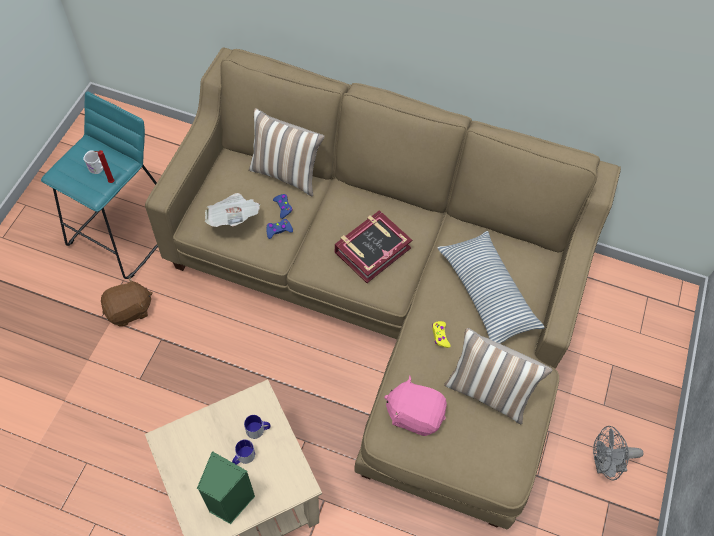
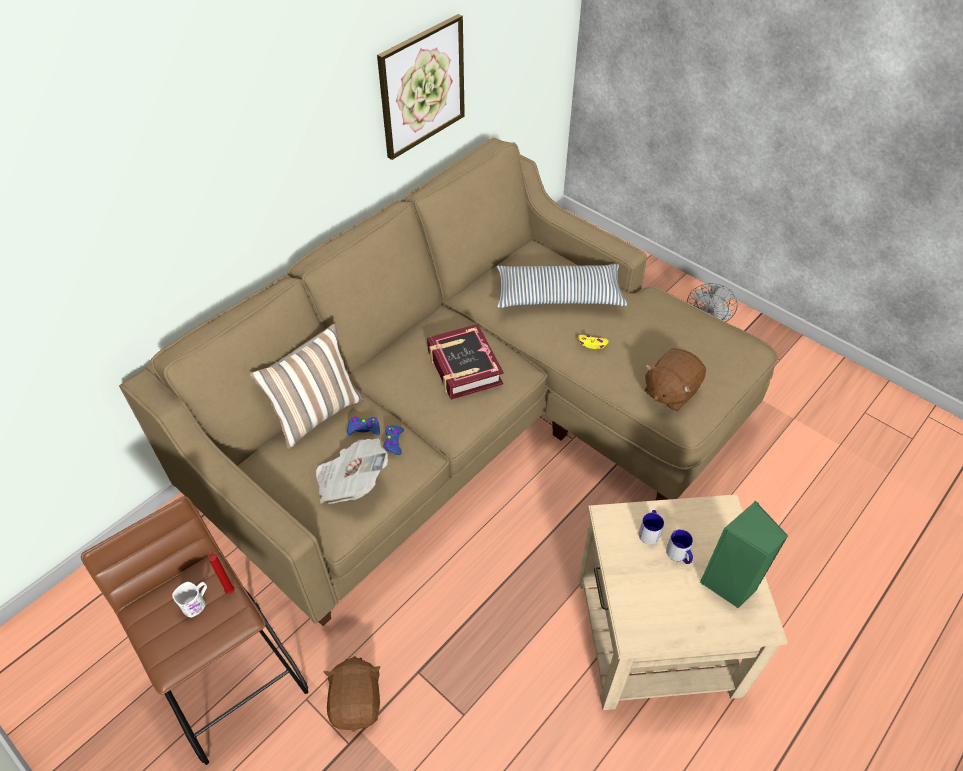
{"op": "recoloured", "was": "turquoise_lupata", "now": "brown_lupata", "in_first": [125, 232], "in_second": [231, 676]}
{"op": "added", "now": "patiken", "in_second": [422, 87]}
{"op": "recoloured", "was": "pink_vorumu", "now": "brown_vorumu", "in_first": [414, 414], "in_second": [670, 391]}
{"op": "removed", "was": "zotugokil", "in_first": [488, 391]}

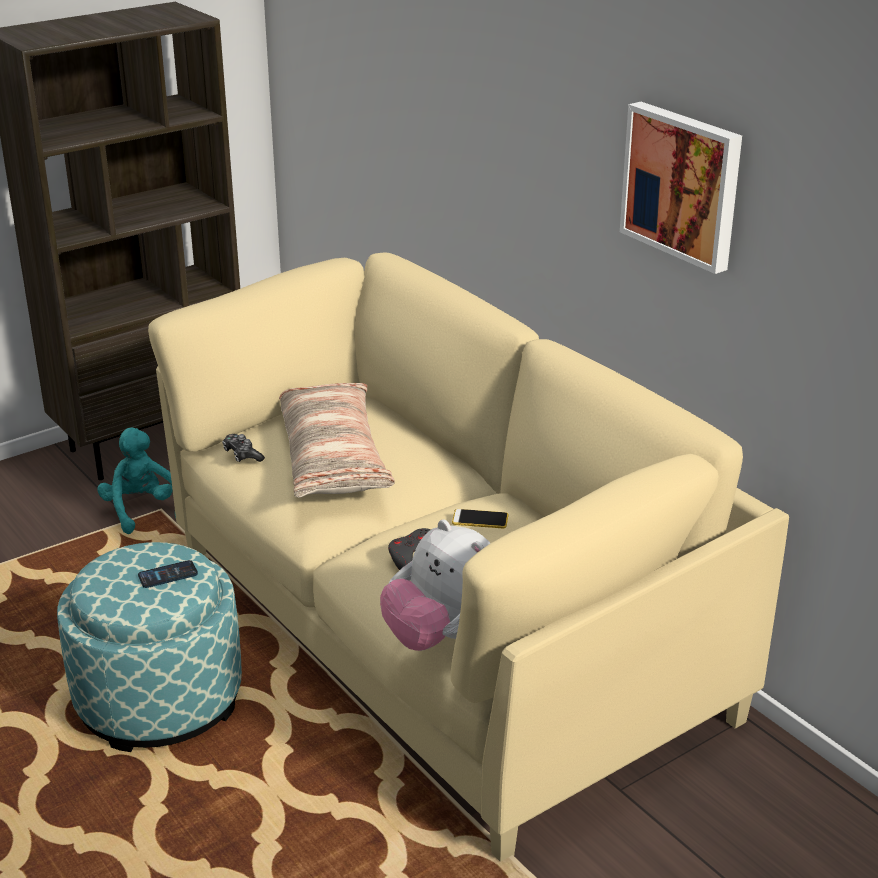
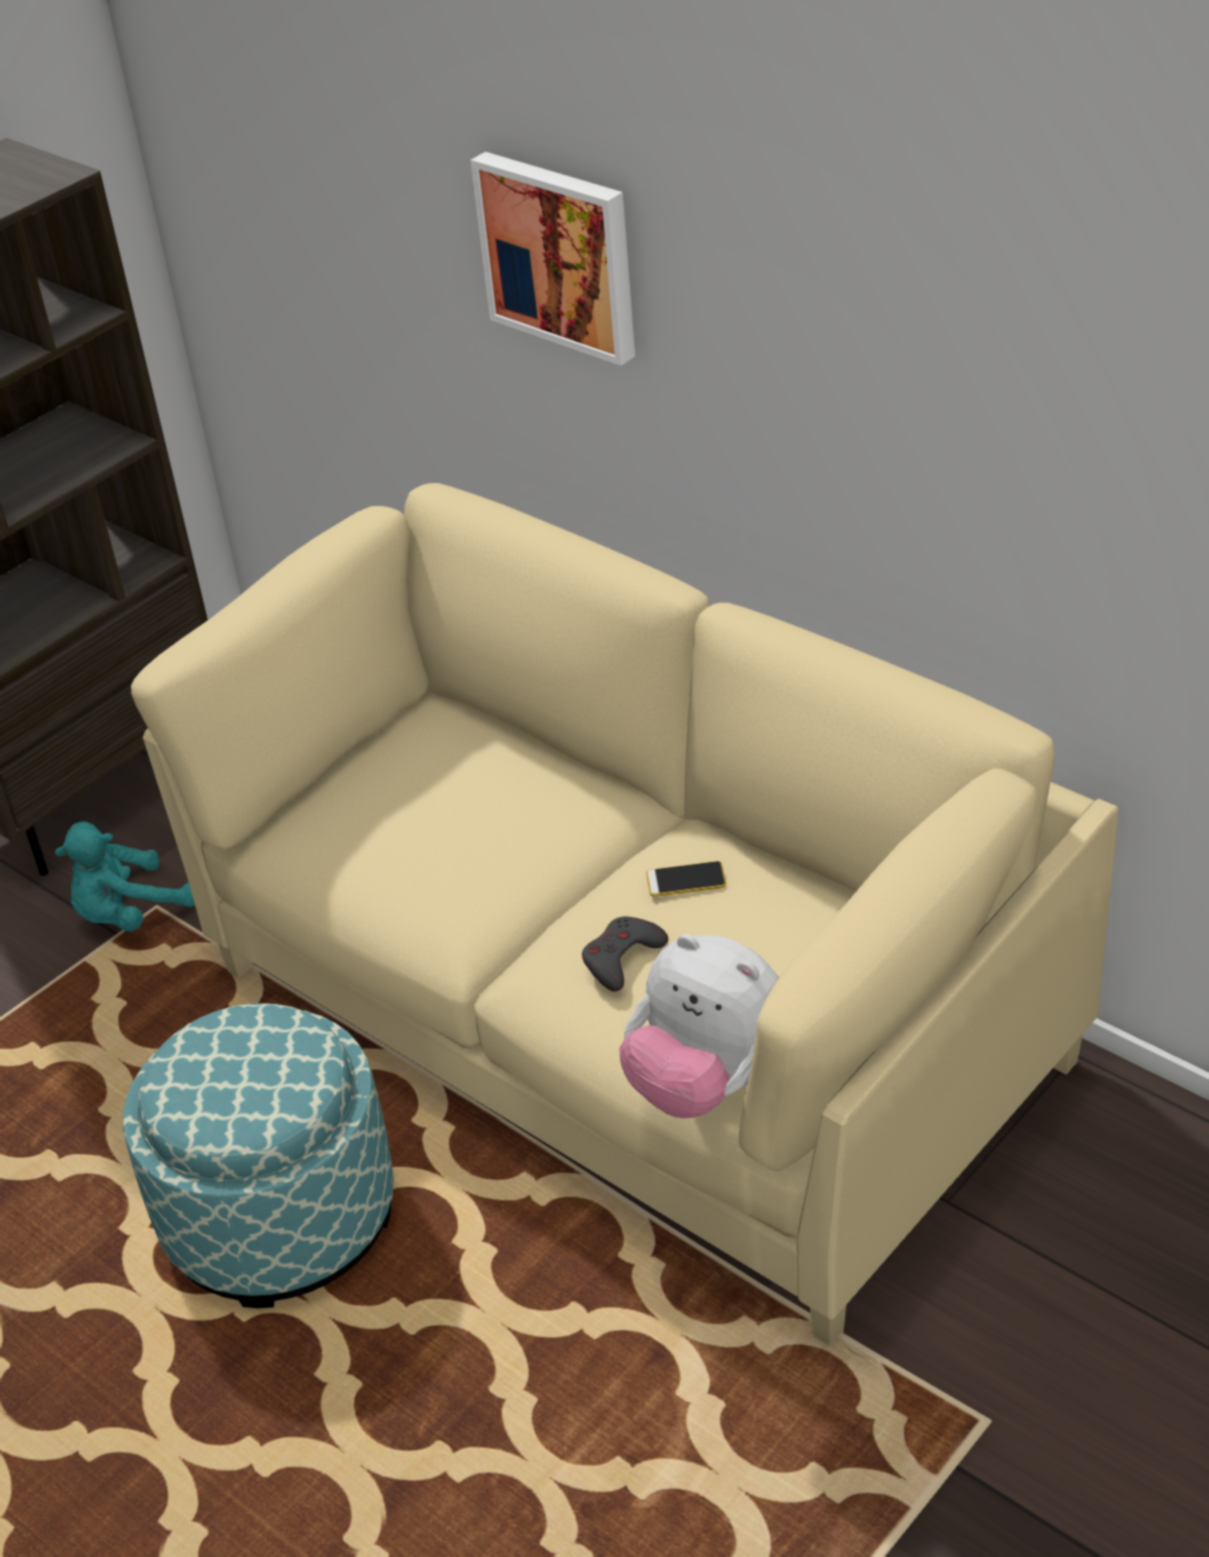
{"op": "turned", "was": "turquoise_vorumu", "in_first": [142, 511], "in_second": [129, 914], "clockwise": -90}
{"op": "moved", "was": "patiken", "in_first": [683, 184], "in_second": [560, 254]}
{"op": "removed", "was": "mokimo", "in_first": [168, 575]}
{"op": "removed", "was": "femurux", "in_first": [242, 455]}
{"op": "removed", "was": "zotugokil", "in_first": [333, 457]}

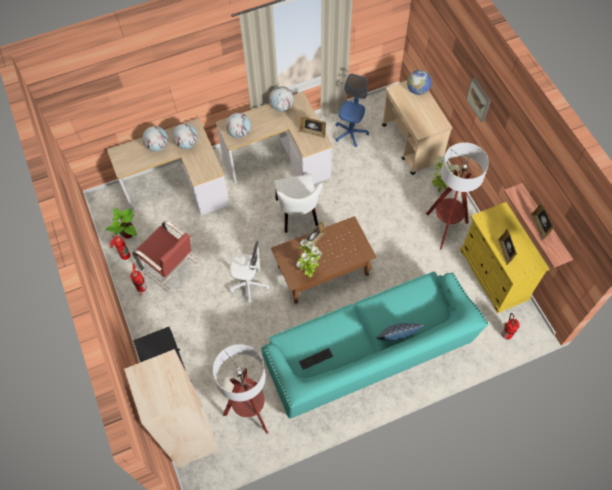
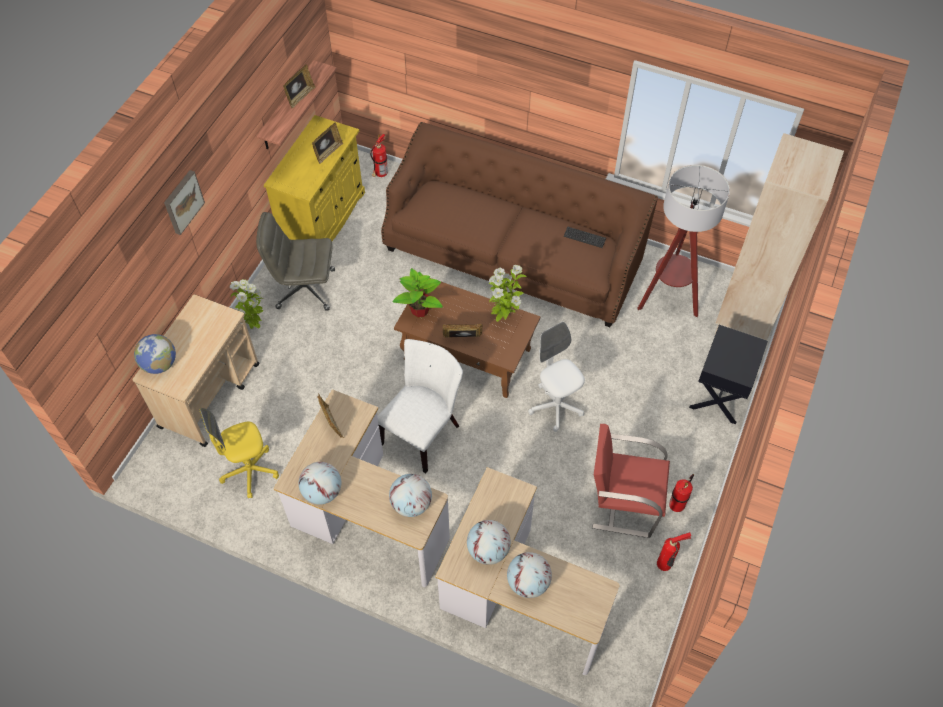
{"op": "recoloured", "was": "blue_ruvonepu", "now": "yellow_ruvonepu", "in_first": [350, 133], "in_second": [250, 471]}
{"op": "replaced", "was": "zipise", "now": "grey_ruvonepu", "in_first": [445, 228], "in_second": [304, 289]}
{"op": "recoloured", "was": "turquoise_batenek", "now": "brown_batenek", "in_first": [367, 353], "in_second": [513, 255]}
{"op": "moved", "was": "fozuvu", "in_first": [127, 234], "in_second": [420, 310]}
{"op": "turned", "was": "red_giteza", "in_first": [170, 267], "in_second": [622, 501], "clockwise": -75}
{"op": "removed", "was": "zotugokil", "in_first": [397, 338]}

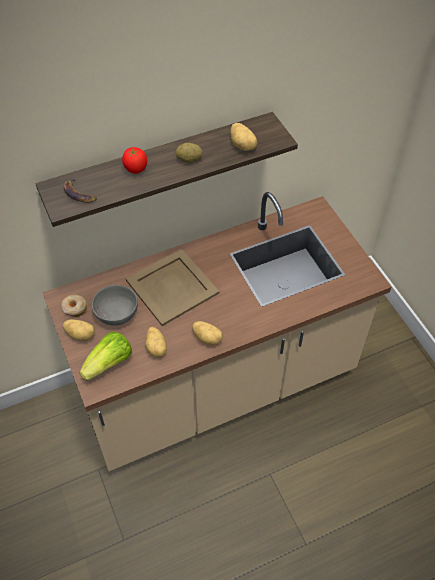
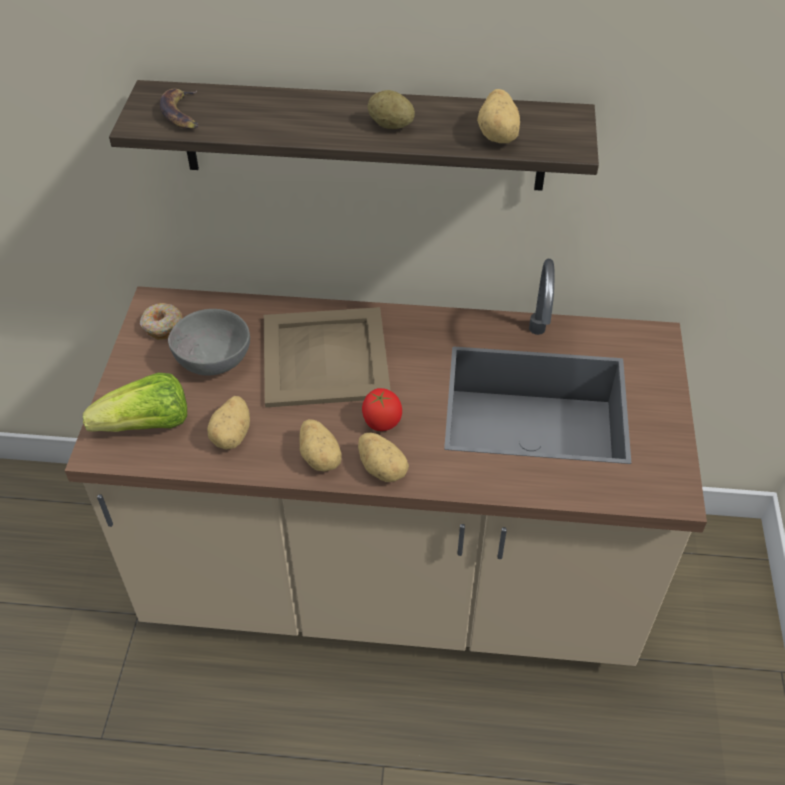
{"op": "moved", "was": "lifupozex", "in_first": [81, 334], "in_second": [383, 468]}
{"op": "moved", "was": "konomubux", "in_first": [135, 169], "in_second": [381, 422]}

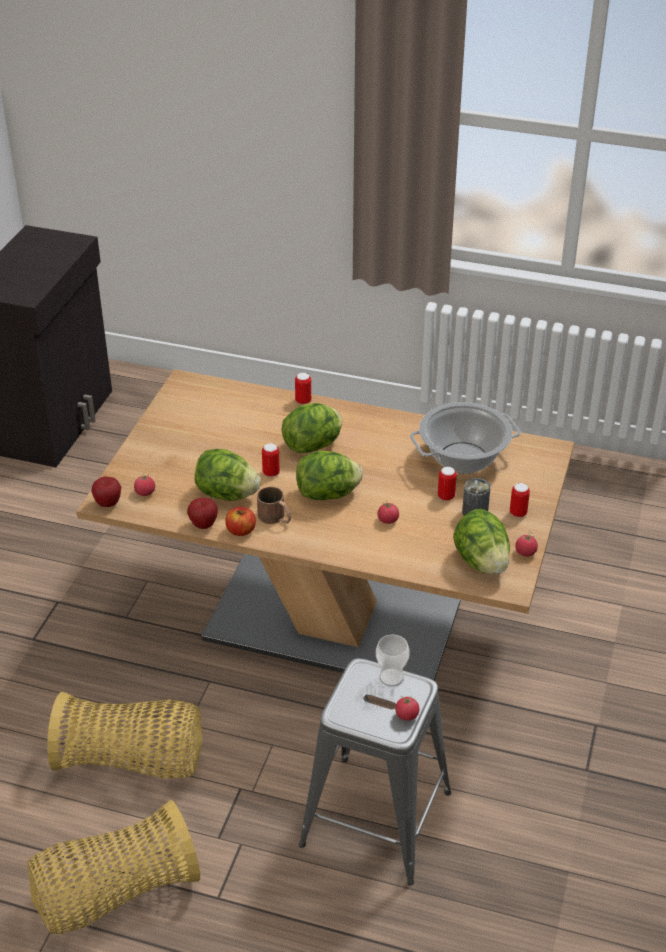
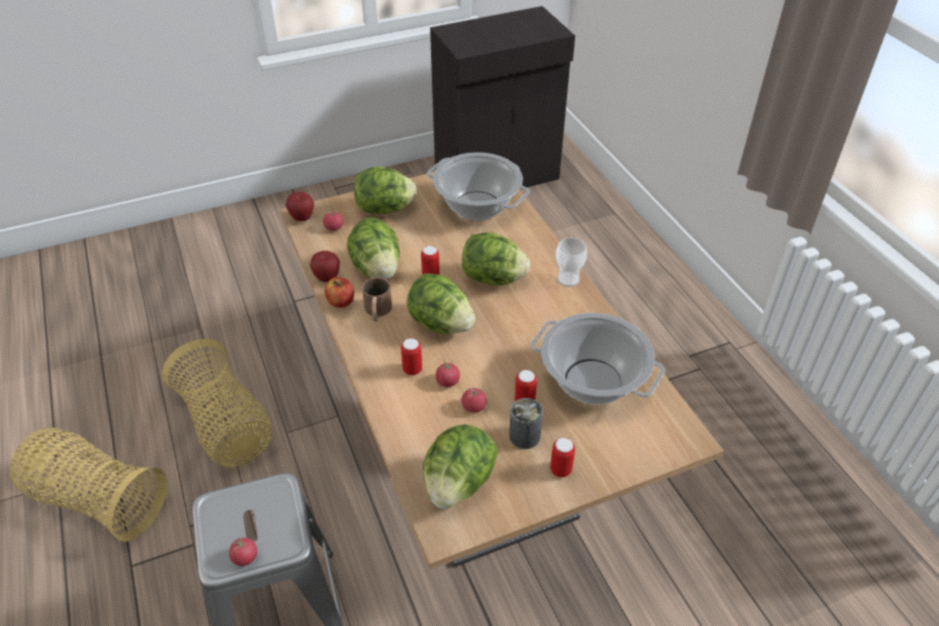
{"op": "added", "now": "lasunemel", "in_second": [385, 209]}
{"op": "moved", "was": "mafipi", "in_first": [303, 401], "in_second": [412, 369]}
{"op": "added", "now": "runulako", "in_second": [478, 206]}
{"op": "moved", "was": "konomubux", "in_first": [525, 552], "in_second": [474, 406]}
{"op": "moved", "was": "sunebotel", "in_first": [391, 677], "in_second": [568, 279]}

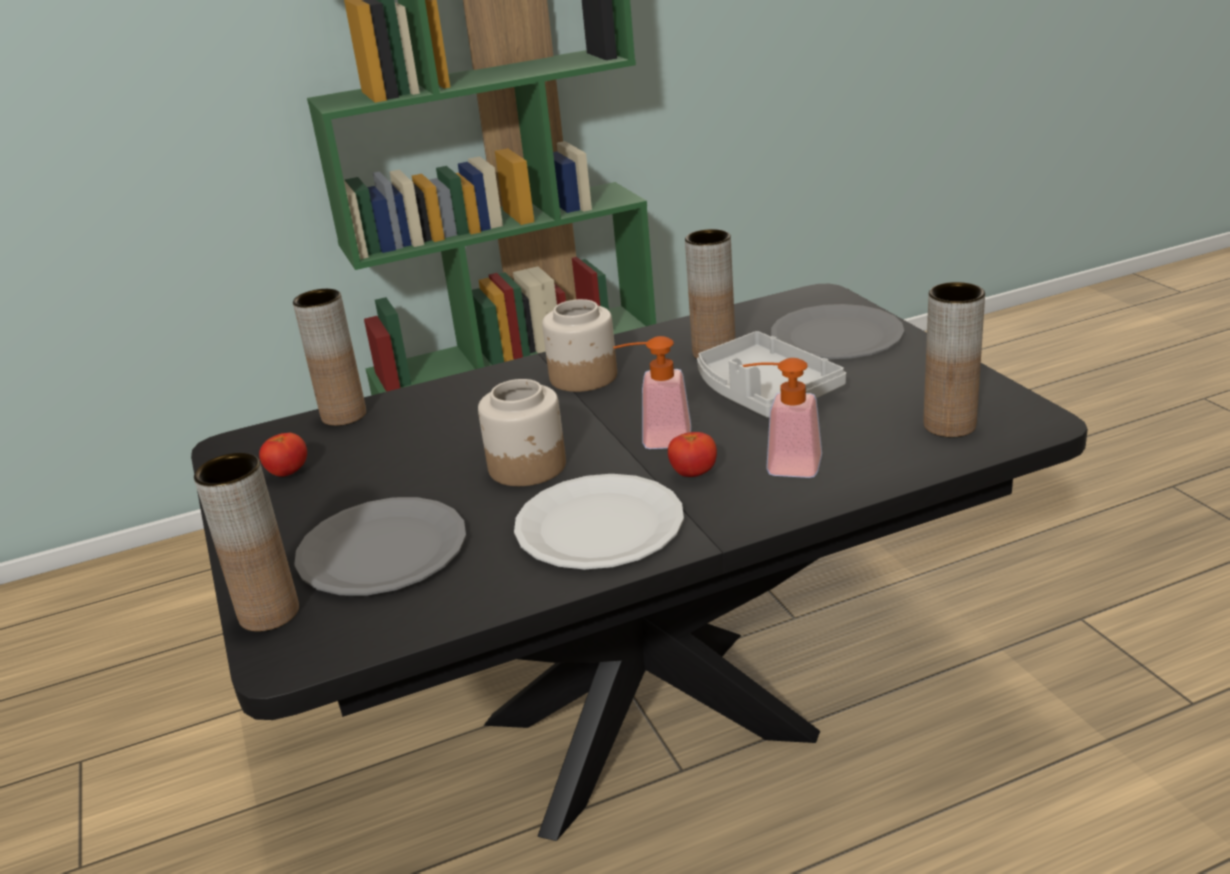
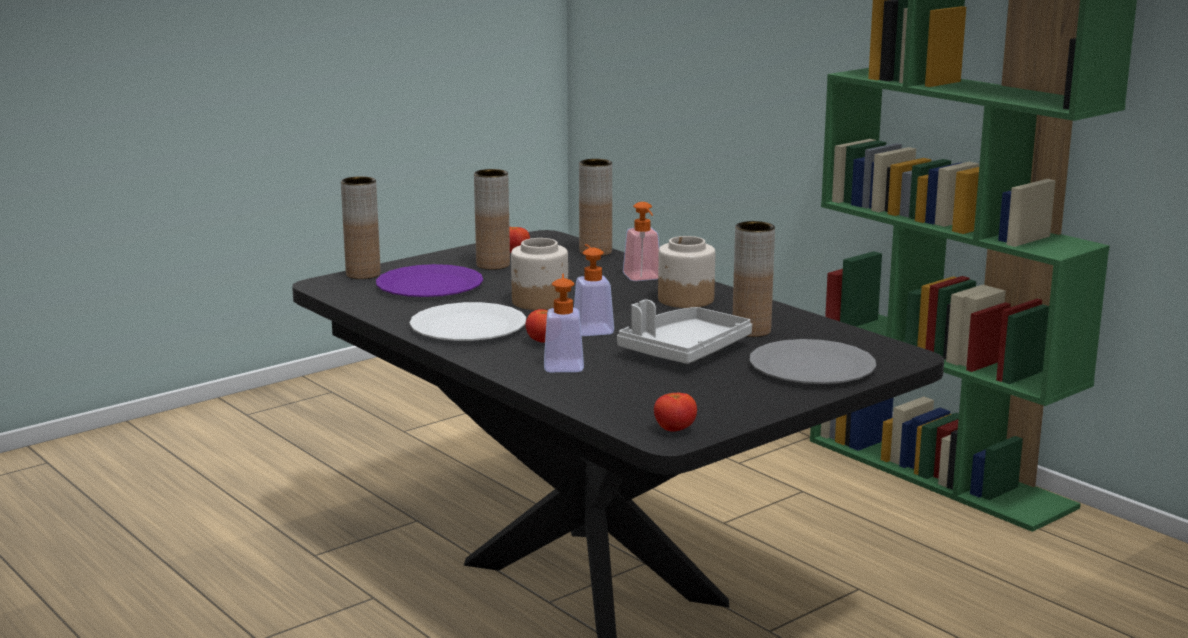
{"op": "recoloured", "was": "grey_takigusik", "now": "purple_takigusik", "in_first": [382, 550], "in_second": [429, 285]}
{"op": "moved", "was": "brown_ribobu", "in_first": [949, 425], "in_second": [493, 265]}
{"op": "added", "now": "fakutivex", "in_second": [644, 279]}
{"op": "added", "now": "konomubux", "in_second": [675, 430]}

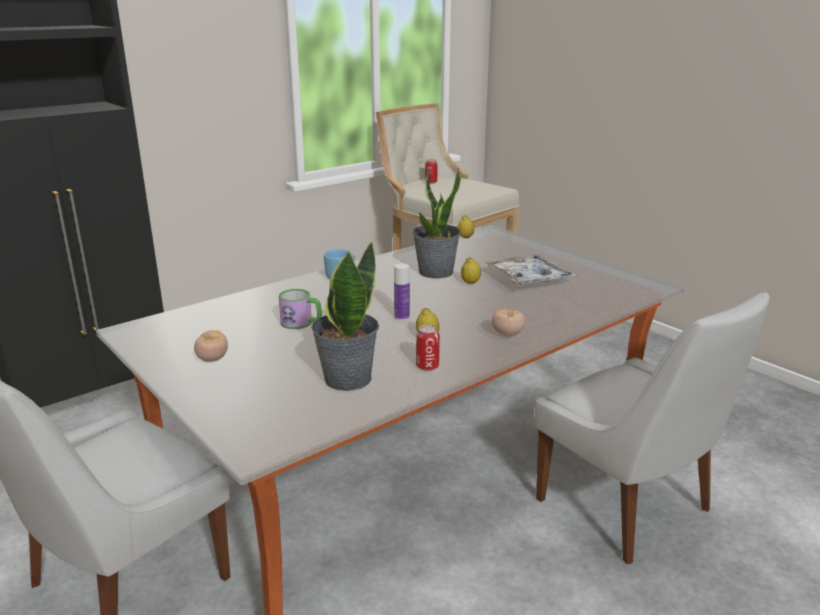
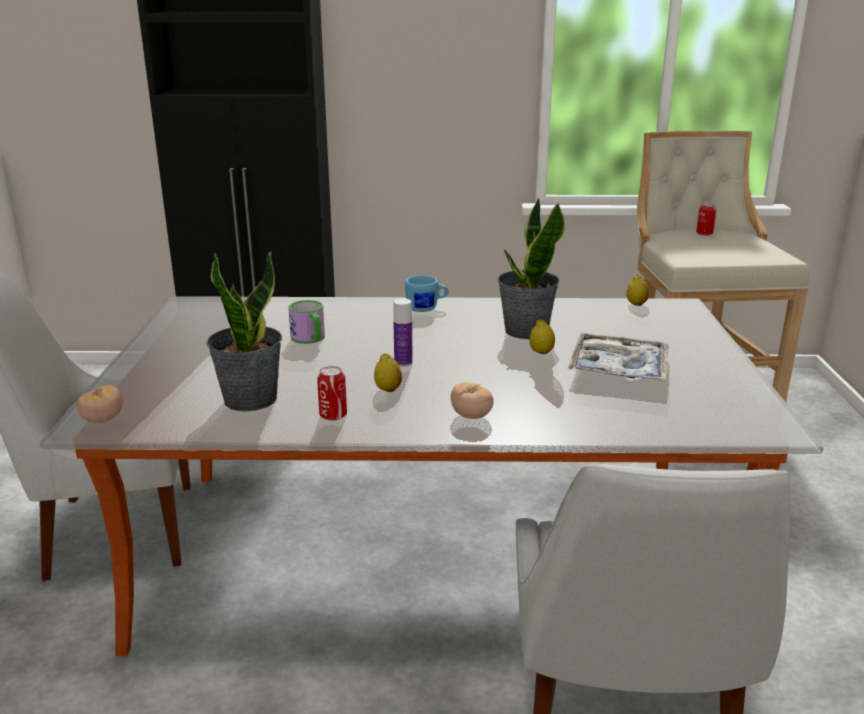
{"op": "moved", "was": "konomubux", "in_first": [212, 359], "in_second": [103, 420]}

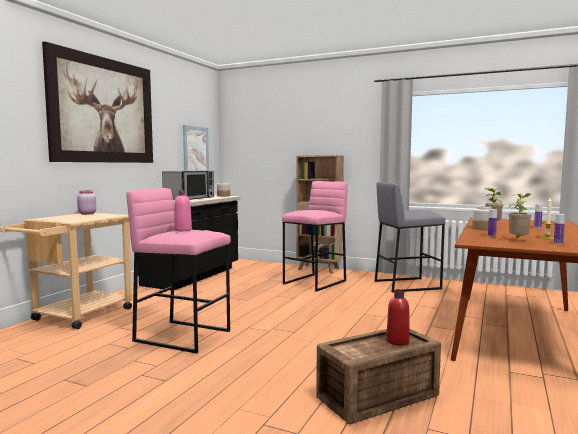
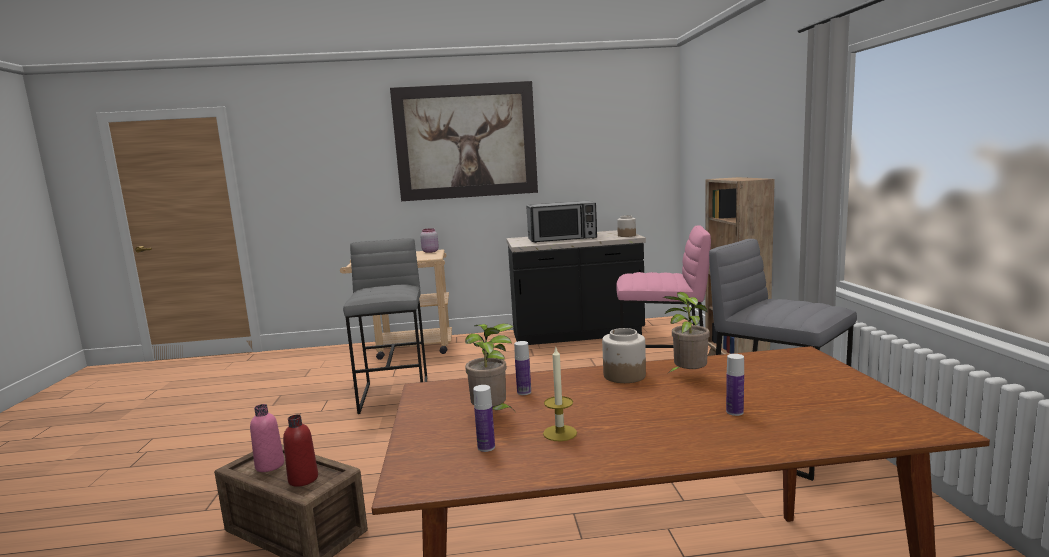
{"op": "moved", "was": "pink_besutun", "in_first": [183, 230], "in_second": [270, 465]}
{"op": "recoloured", "was": "pink_lupata", "now": "grey_lupata", "in_first": [183, 335], "in_second": [396, 394]}
{"op": "removed", "was": "patiken", "in_first": [195, 152]}

